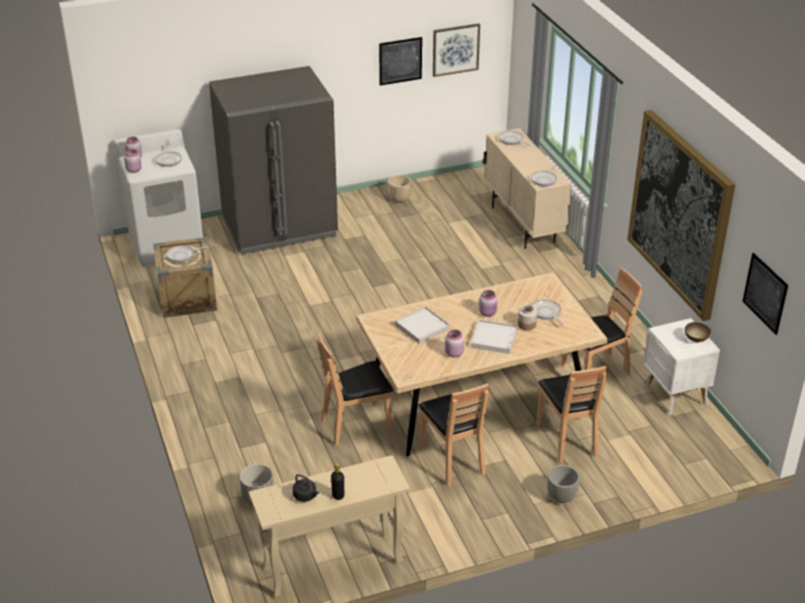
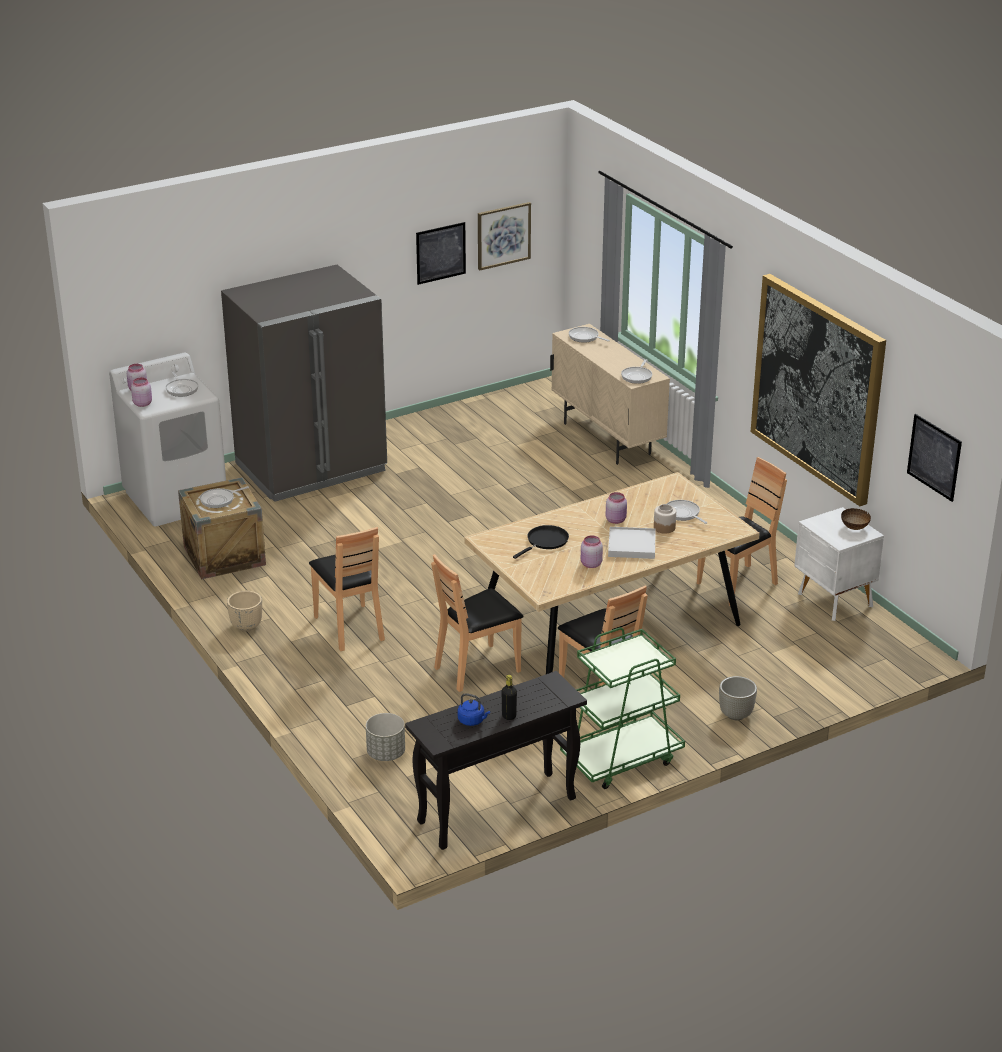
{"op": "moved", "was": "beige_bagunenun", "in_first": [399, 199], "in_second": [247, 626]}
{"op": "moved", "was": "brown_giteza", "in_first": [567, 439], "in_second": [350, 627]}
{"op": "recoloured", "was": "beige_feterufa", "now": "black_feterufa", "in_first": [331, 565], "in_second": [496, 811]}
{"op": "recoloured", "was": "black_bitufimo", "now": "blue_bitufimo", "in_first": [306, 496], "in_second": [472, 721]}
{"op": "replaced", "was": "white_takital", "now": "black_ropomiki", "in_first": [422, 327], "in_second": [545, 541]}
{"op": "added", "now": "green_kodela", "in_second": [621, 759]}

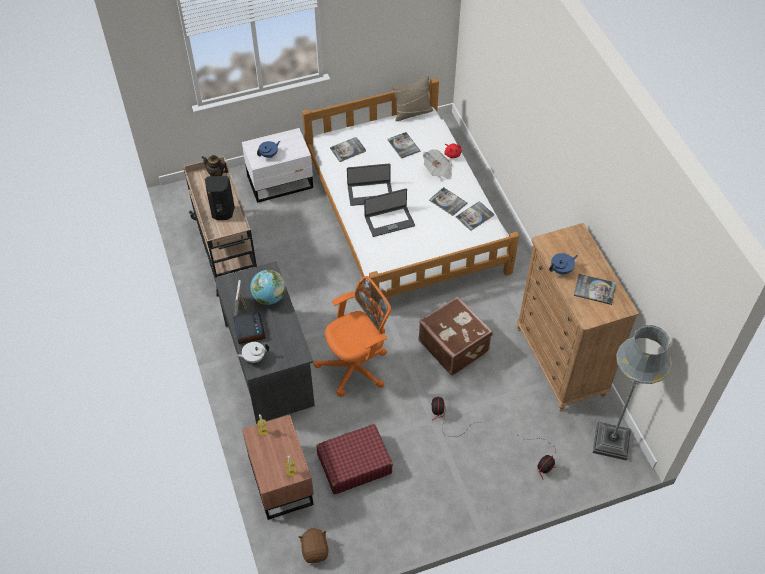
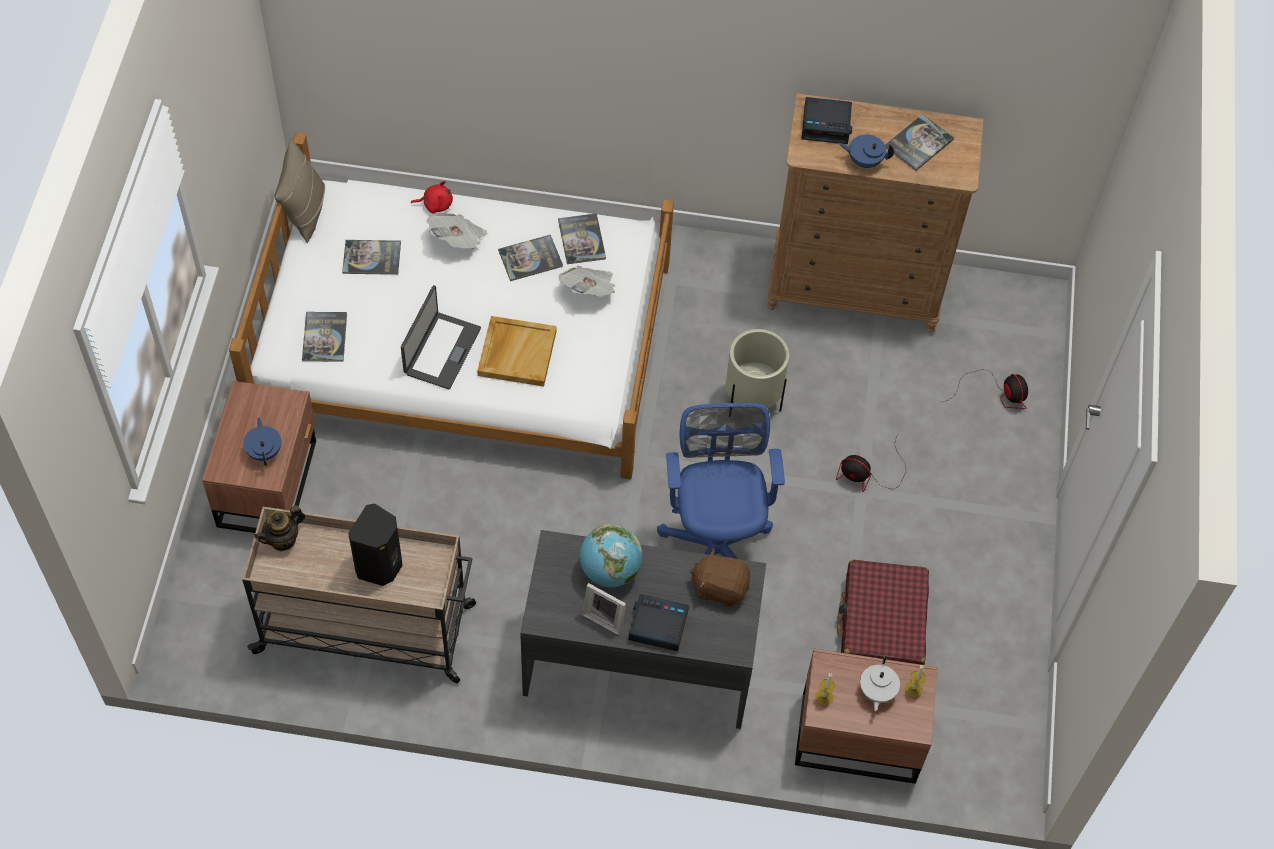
{"op": "recoloured", "was": "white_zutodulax", "now": "brown_zutodulax", "in_first": [281, 182], "in_second": [270, 482]}
{"op": "replaced", "was": "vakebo", "now": "beige_takital", "in_first": [389, 221], "in_second": [516, 352]}
{"op": "added", "now": "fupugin", "in_second": [589, 290]}
{"op": "recoloured", "was": "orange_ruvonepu", "now": "blue_ruvonepu", "in_first": [356, 367], "in_second": [715, 544]}
{"op": "moved", "was": "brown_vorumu", "in_first": [315, 550], "in_second": [720, 587]}
{"op": "replaced", "was": "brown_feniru", "now": "beige_bagunenun", "in_first": [454, 346], "in_second": [752, 401]}
{"op": "added", "now": "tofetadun", "in_second": [826, 124]}
{"op": "turned", "was": "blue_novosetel", "in_first": [561, 270], "in_second": [864, 161], "clockwise": -75}
{"op": "moved", "was": "white_novosetel", "in_first": [254, 357], "in_second": [876, 692]}
{"op": "removed", "was": "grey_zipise", "in_first": [611, 442]}

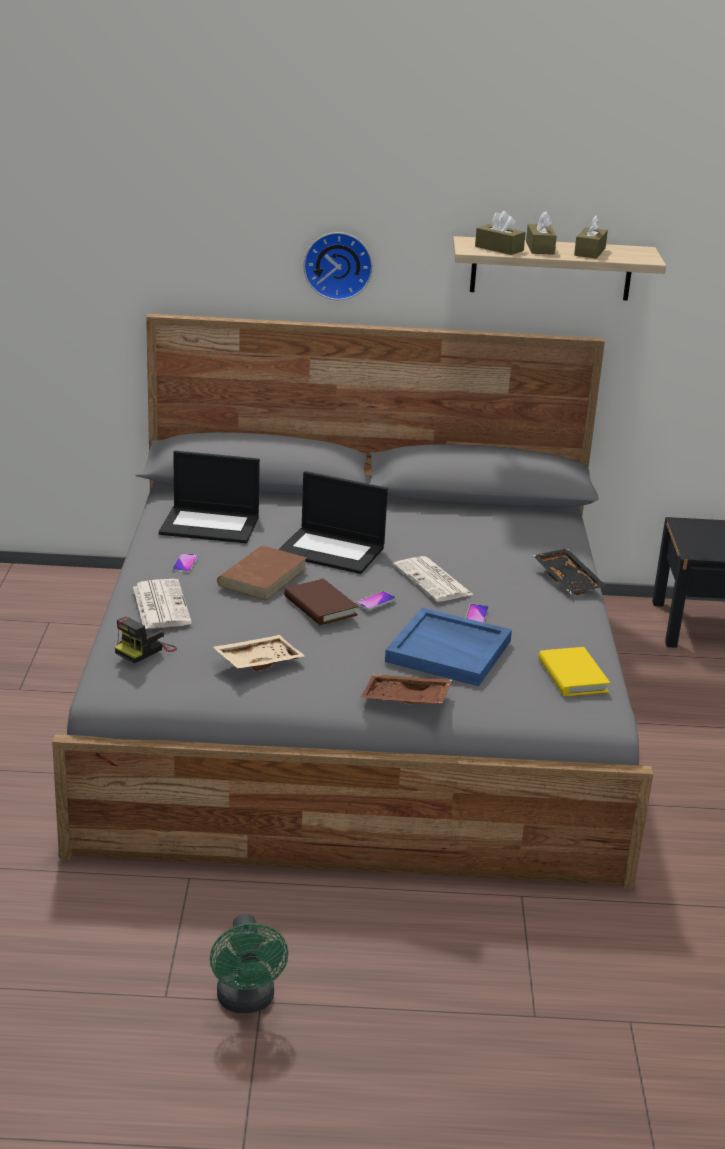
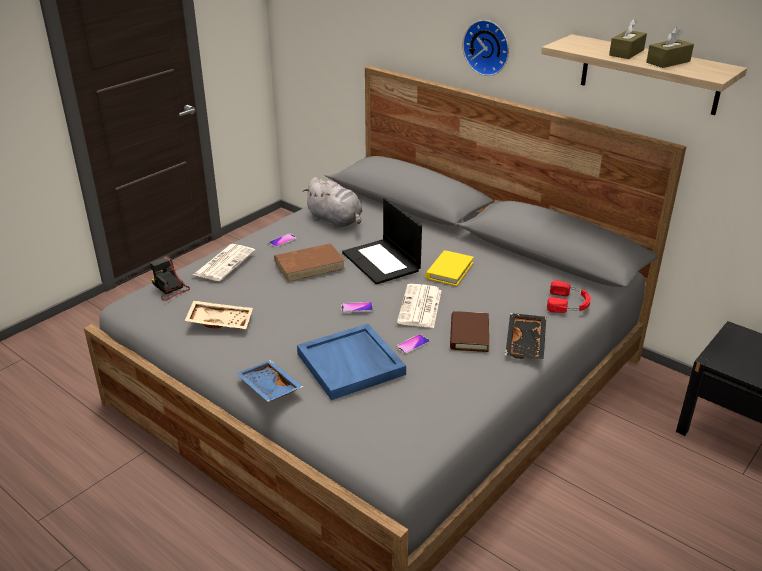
{"op": "turned", "was": "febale", "in_first": [145, 650], "in_second": [170, 288], "clockwise": 60}
{"op": "recoloured", "was": "brown_takital", "now": "blue_takital", "in_first": [405, 700], "in_second": [268, 388]}
{"op": "replaced", "was": "vakebo", "now": "grey_vorumu", "in_first": [211, 525], "in_second": [336, 221]}
{"op": "moved", "was": "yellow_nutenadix", "in_first": [572, 676], "in_second": [449, 270]}
{"op": "moved", "was": "brown_nutenadix", "in_first": [320, 606], "in_second": [469, 334]}
{"op": "added", "now": "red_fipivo", "in_second": [568, 303]}
{"op": "removed", "was": "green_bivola", "in_first": [247, 1002]}
{"op": "removed", "was": "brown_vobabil", "in_first": [499, 248]}

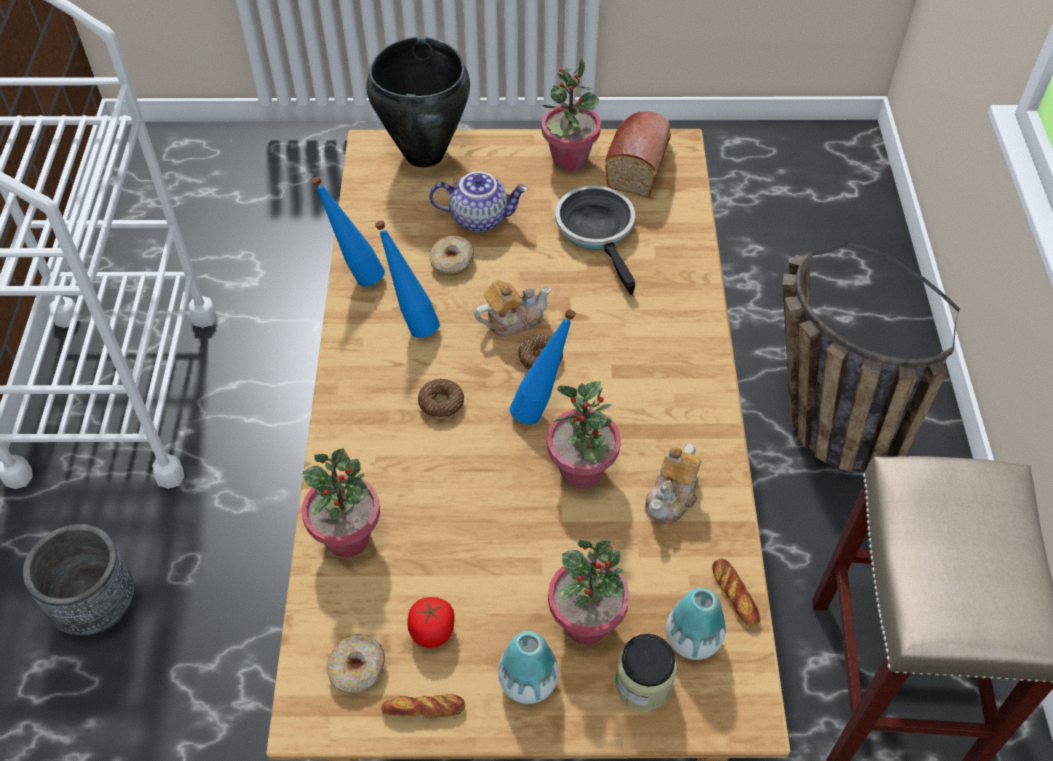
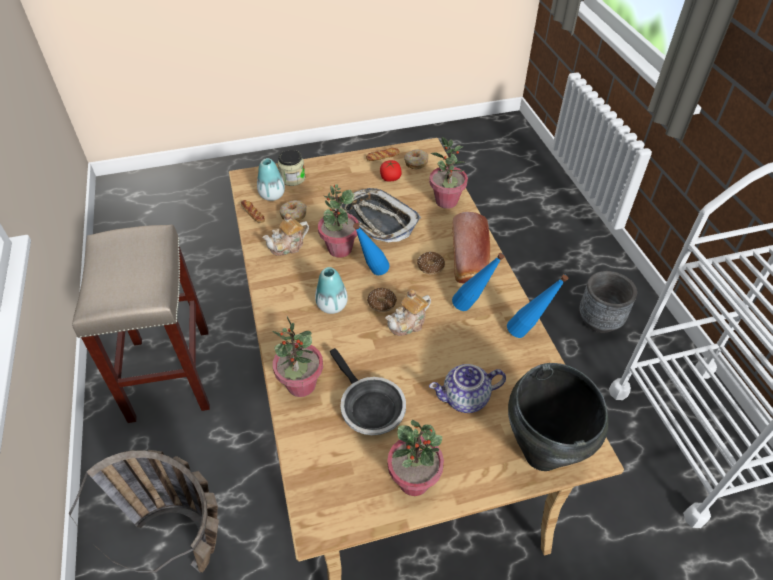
{"op": "turned", "was": "novosetel", "in_first": [672, 497], "in_second": [288, 246], "clockwise": -135}
{"op": "moved", "was": "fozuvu", "in_first": [586, 622], "in_second": [301, 385]}
{"op": "moved", "was": "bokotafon", "in_first": [452, 262], "in_second": [293, 214]}
{"op": "moved", "was": "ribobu", "in_first": [528, 682], "in_second": [332, 306]}
{"op": "added", "now": "takital", "in_second": [377, 220]}
{"op": "moved", "was": "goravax", "in_first": [639, 163], "in_second": [469, 262]}

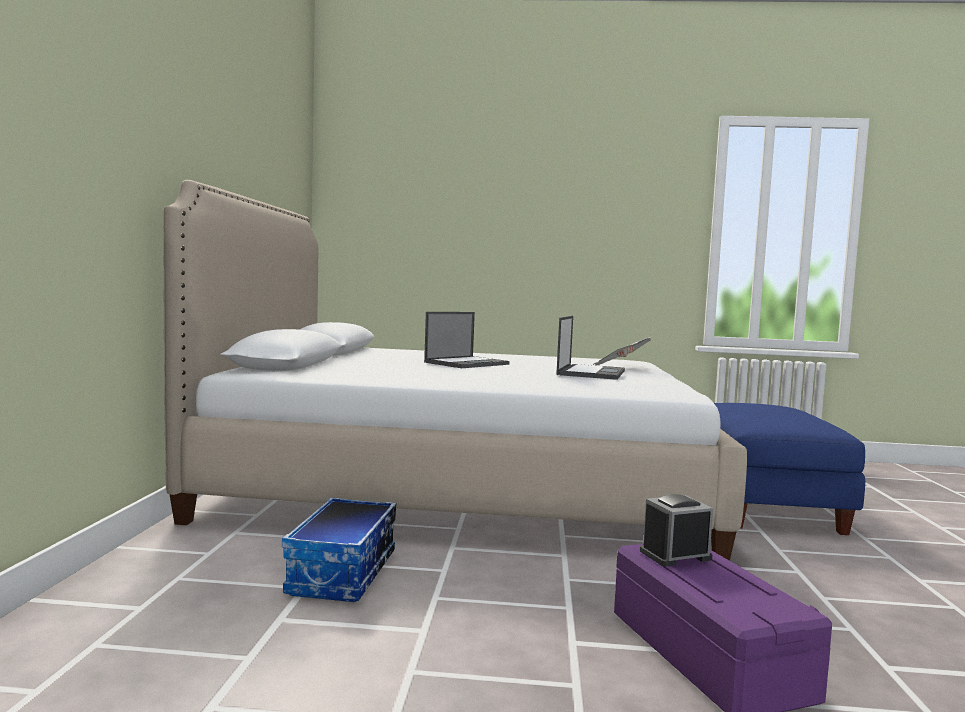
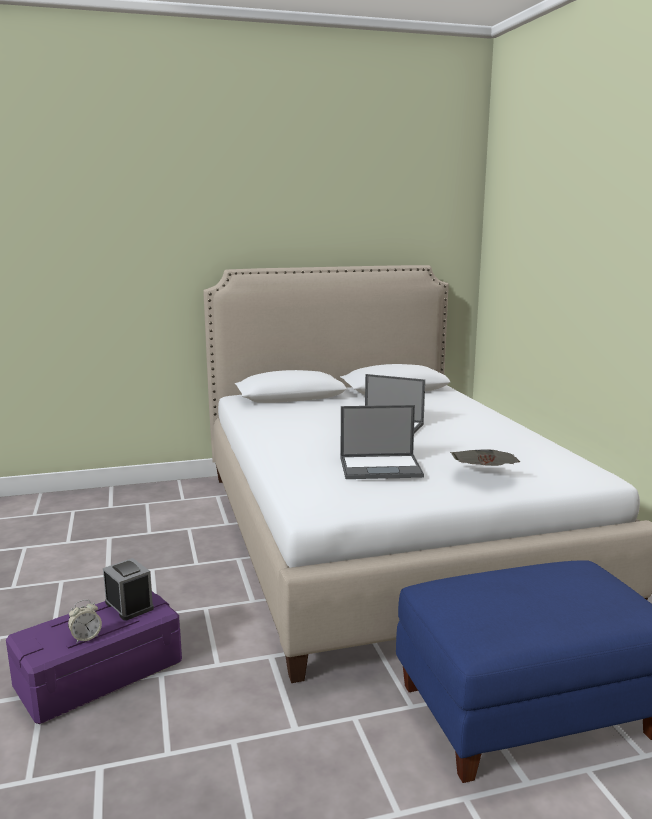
{"op": "added", "now": "tofetadun", "in_second": [86, 637]}
{"op": "removed", "was": "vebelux", "in_first": [344, 573]}

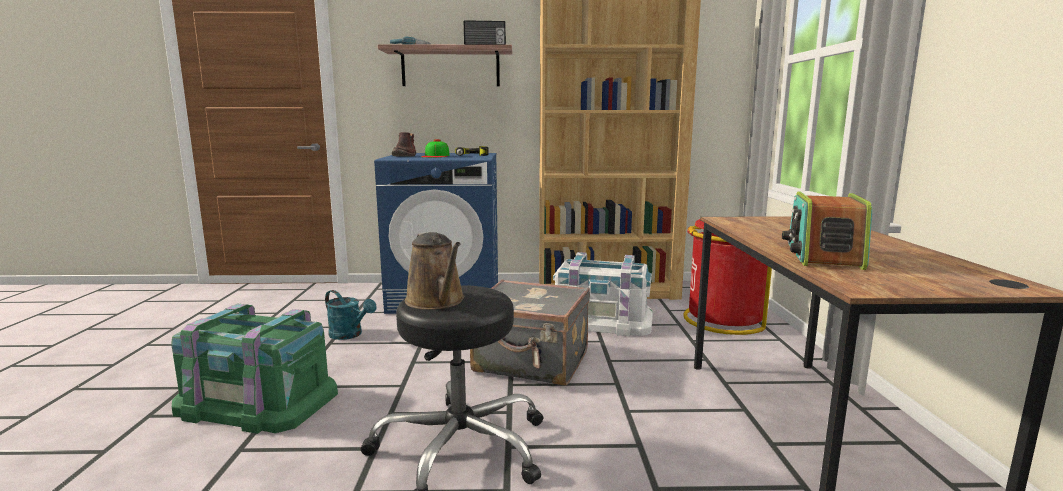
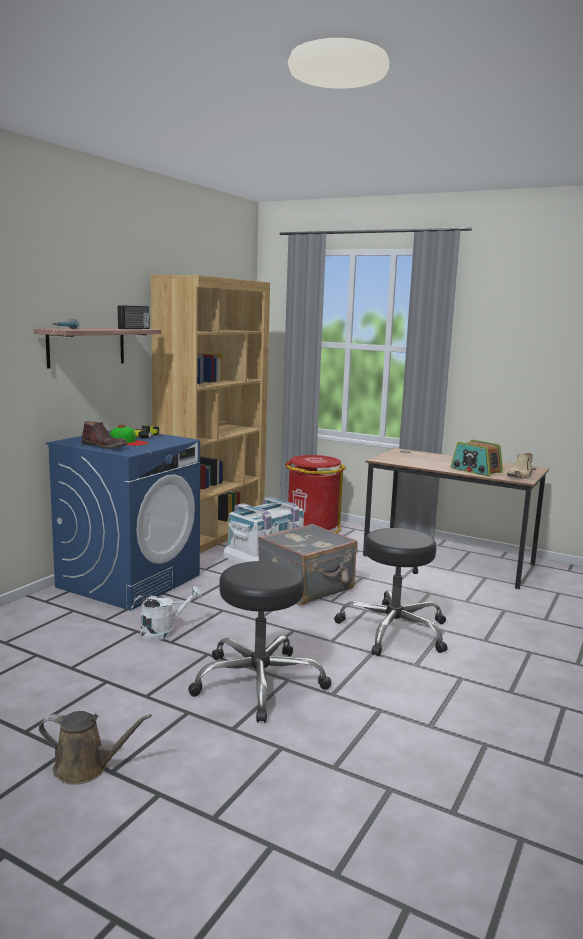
{"op": "moved", "was": "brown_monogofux", "in_first": [437, 302], "in_second": [86, 768]}
{"op": "recoloured", "was": "turquoise_monogofux", "now": "white_monogofux", "in_first": [350, 335], "in_second": [163, 631]}
{"op": "replaced", "was": "green_vebelux", "now": "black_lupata", "in_first": [257, 401], "in_second": [258, 682]}
{"op": "added", "now": "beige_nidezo", "in_second": [520, 476]}

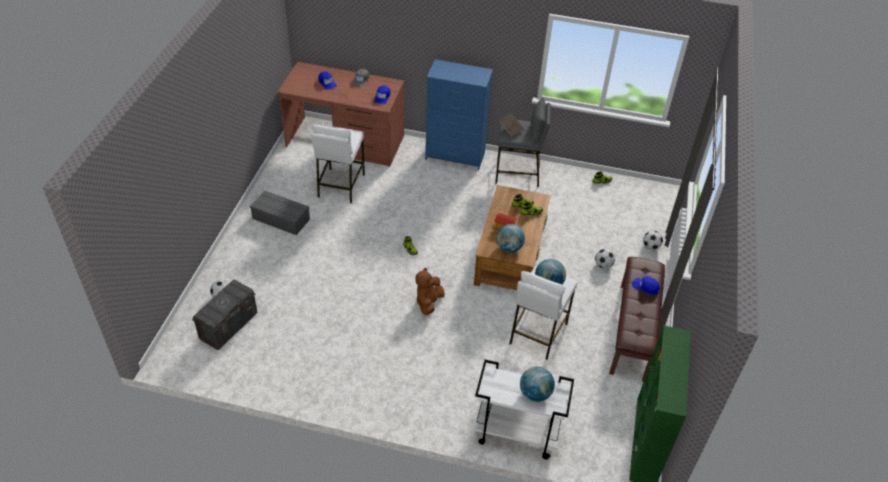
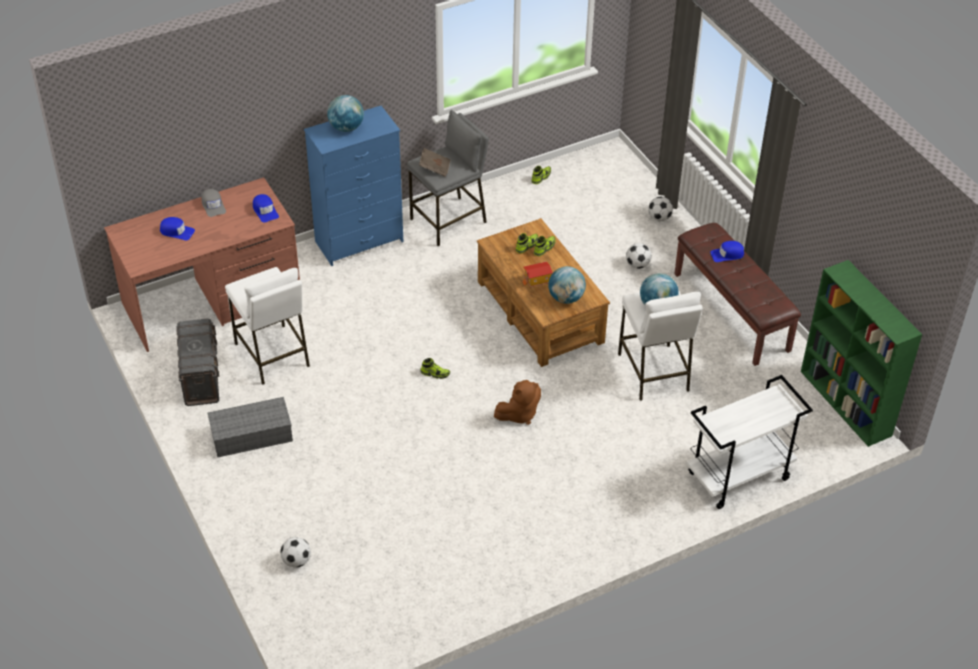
{"op": "moved", "was": "grey_vebelux", "in_first": [229, 326], "in_second": [201, 377]}
{"op": "moved", "was": "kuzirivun", "in_first": [535, 393], "in_second": [346, 127]}
{"op": "turned", "was": "brown_vorumu", "in_first": [428, 302], "in_second": [519, 414], "clockwise": -105}

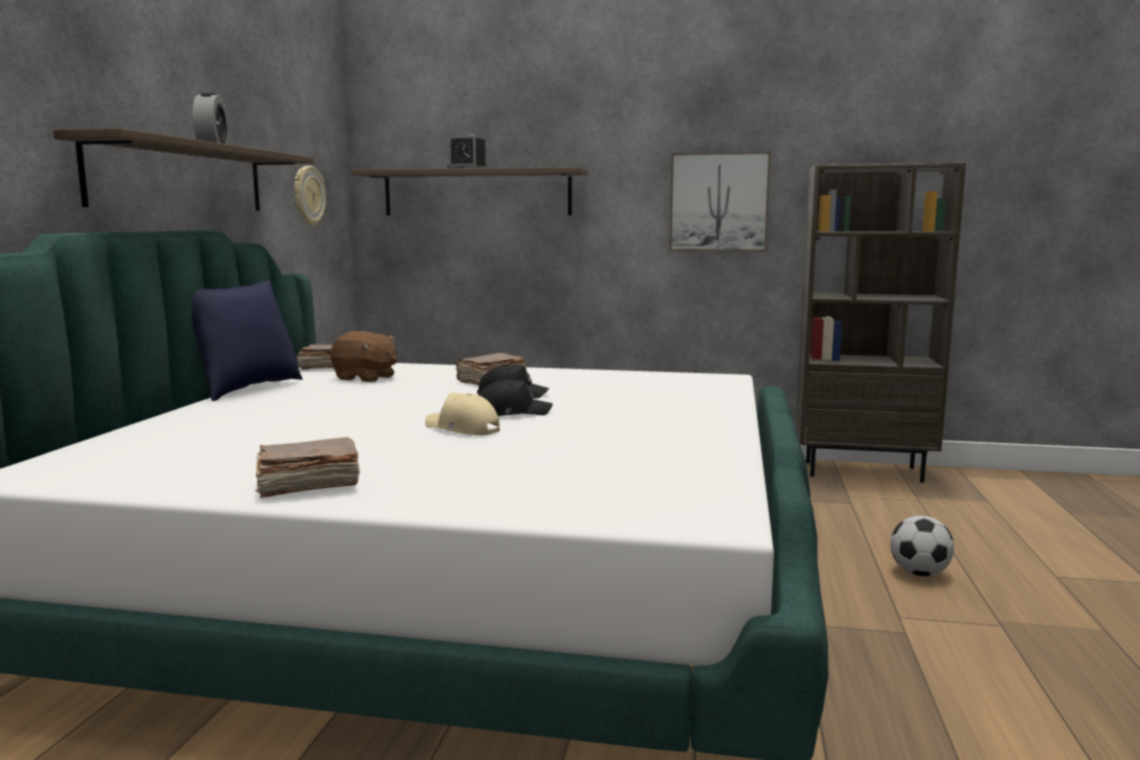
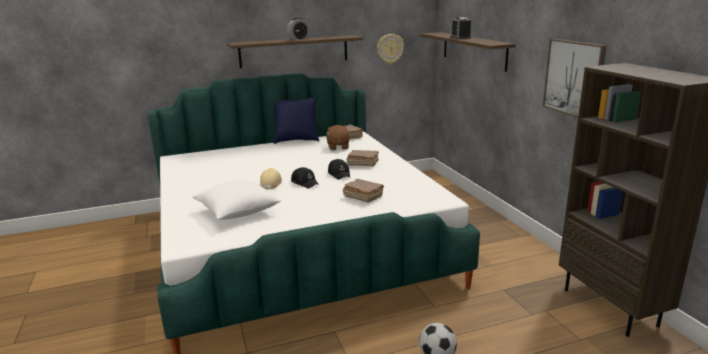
{"op": "added", "now": "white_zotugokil", "in_second": [238, 212]}
{"op": "moved", "was": "brown_nutenadix", "in_first": [307, 485], "in_second": [363, 197]}

